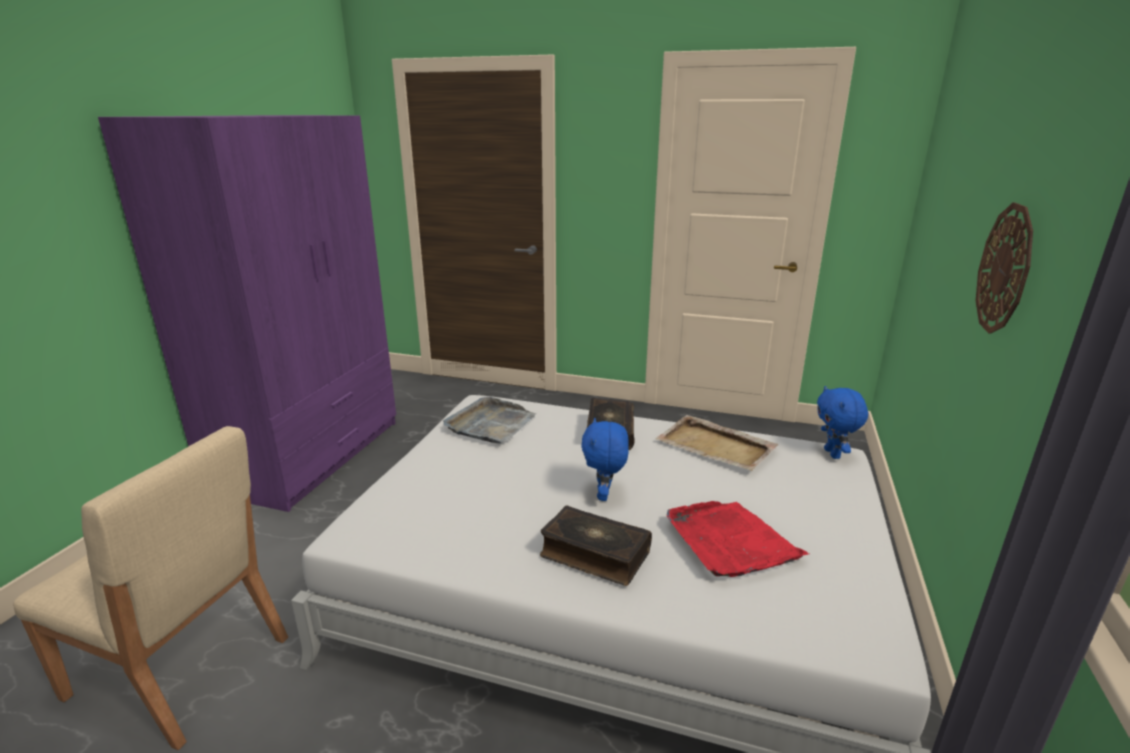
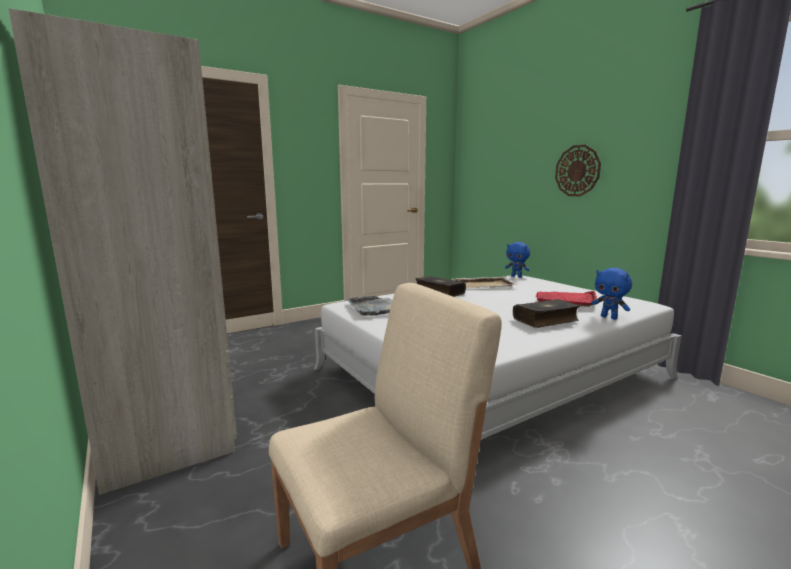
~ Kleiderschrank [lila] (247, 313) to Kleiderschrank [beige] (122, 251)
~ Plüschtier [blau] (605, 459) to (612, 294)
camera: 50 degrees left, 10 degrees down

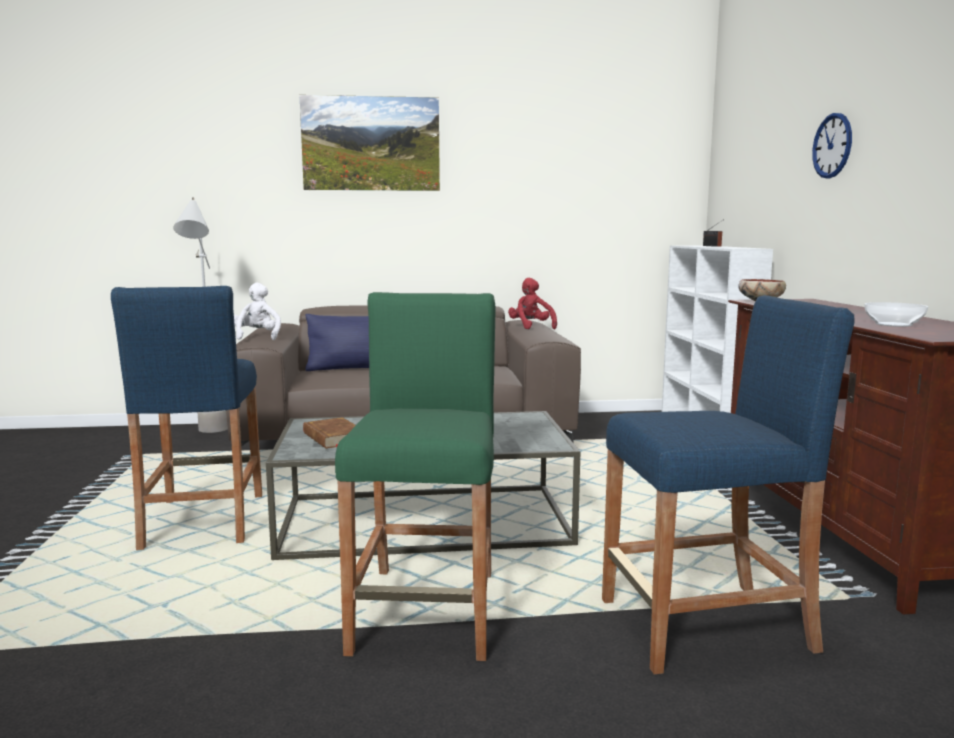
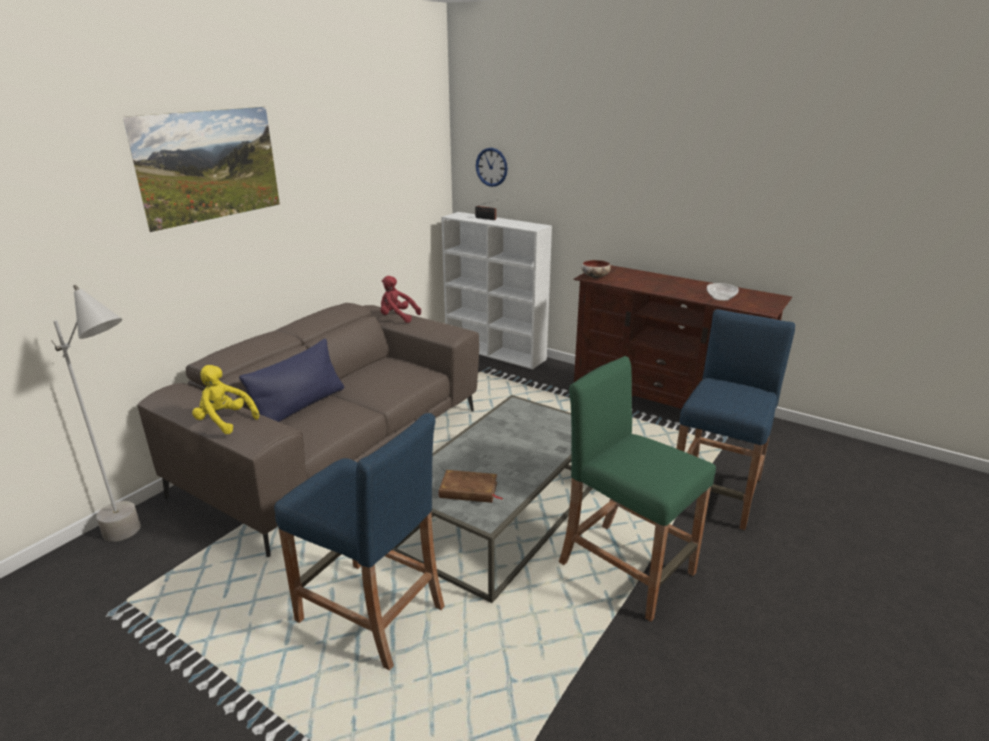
~ Plüschtier [weiß] (257, 311) to Plüschtier [gelb] (225, 399)
~ Wanduhr (832, 145) to (492, 167)
camera: 50 degrees left, 15 degrees up

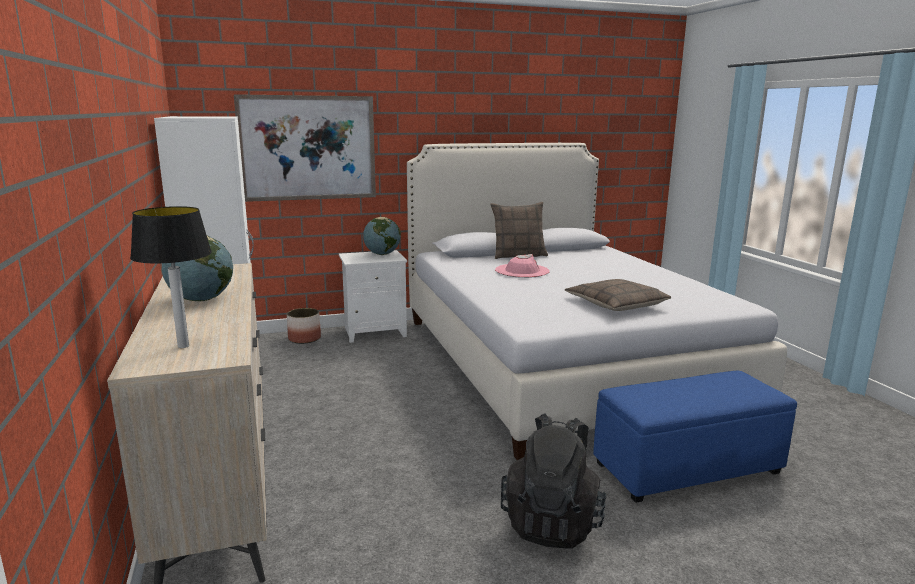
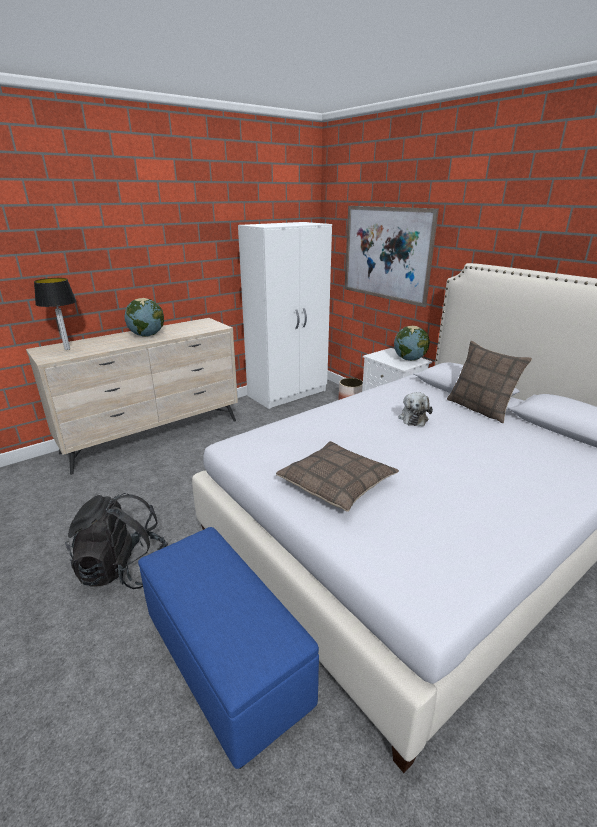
~ Hut [rosa] (522, 266) to Plüschtier (415, 409)
camera: 70 degrees right, 10 degrees up

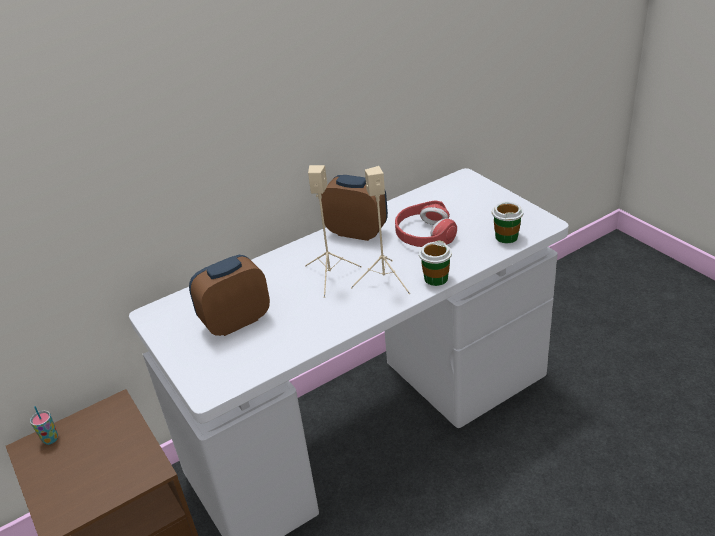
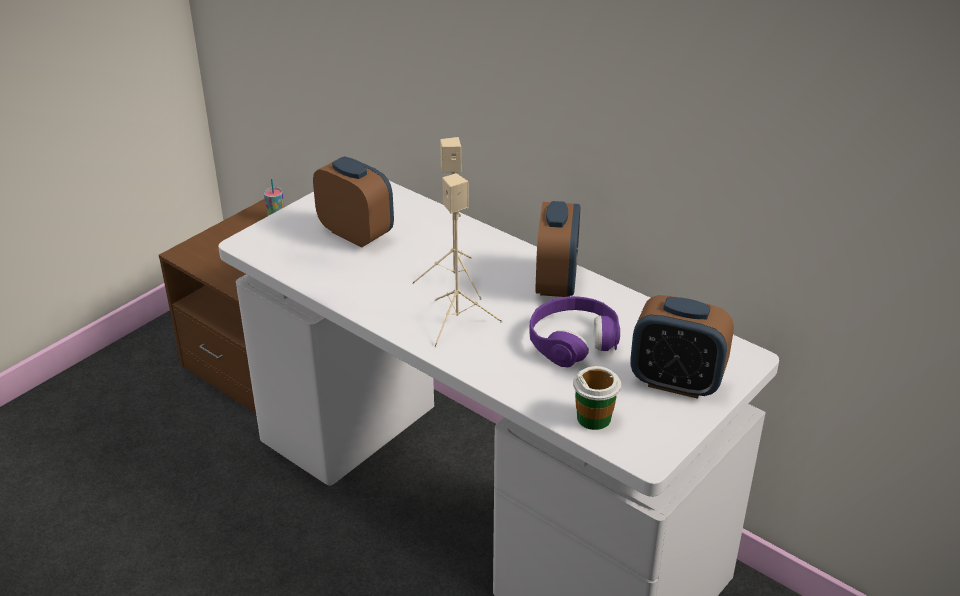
~ Kopfhörer [rot] (426, 223) to Kopfhörer [lila] (574, 331)
+ Wecker (682, 347)
- Tasse (435, 263)
camera: 70 degrees right, 0 degrees up

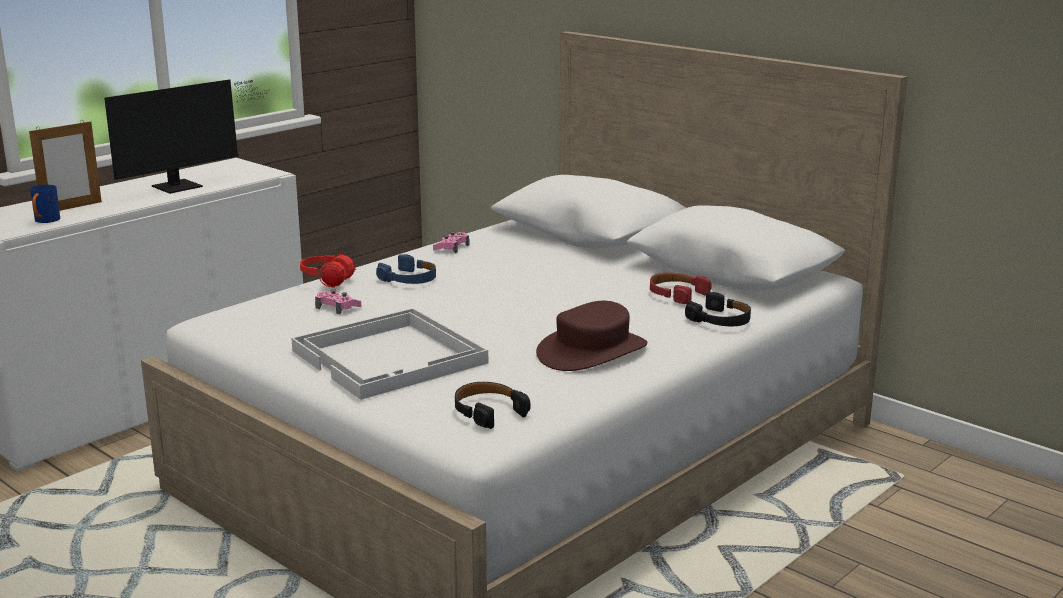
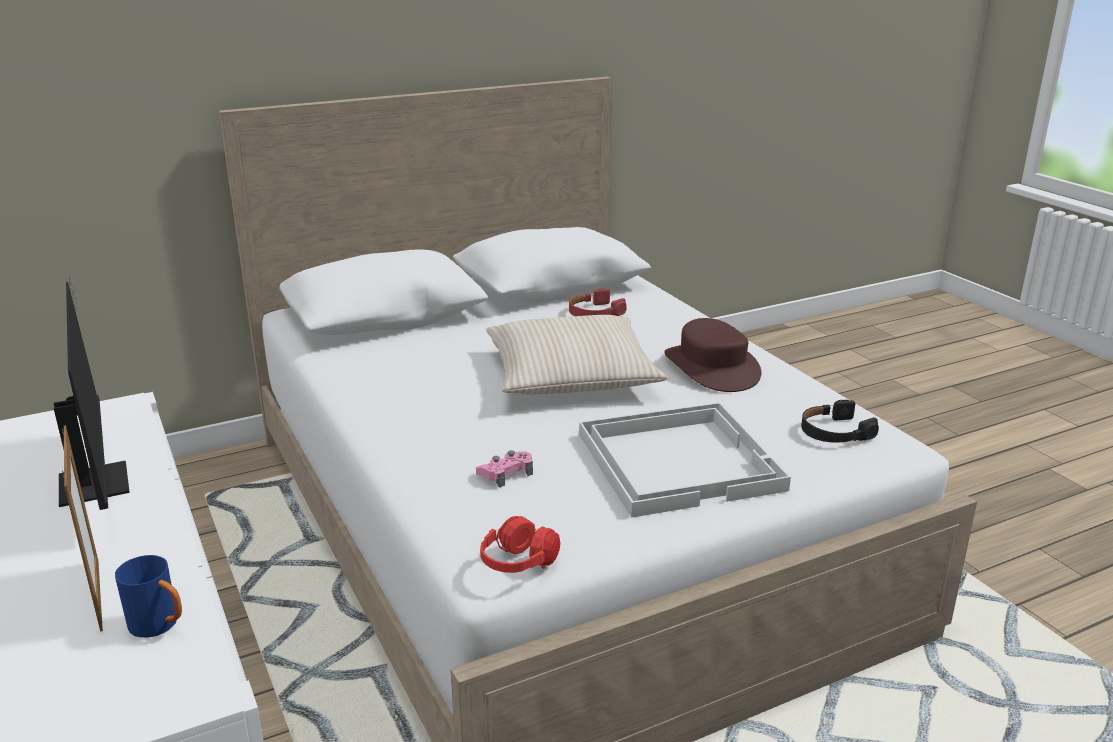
~ Kopfhörer [rot] (328, 271) to (520, 544)
+ Kissen [beige] (577, 354)
- Kopfhörer [blau] (406, 269)
- Gamepad [rosa] (451, 242)
- Kopfhörer [schwarz] (718, 309)
camera: 70 degrees left, 5 degrees up

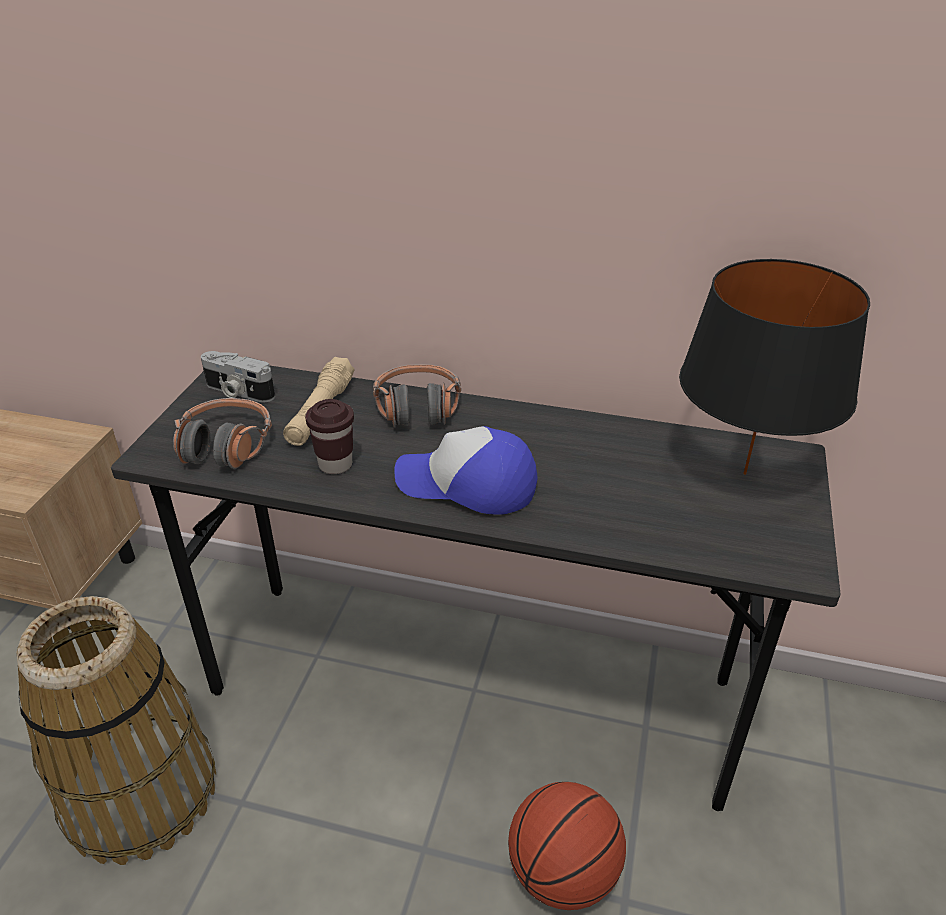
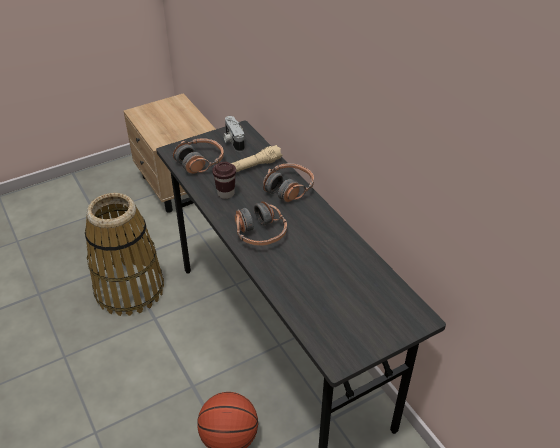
~ Kappe (465, 470) to Kopfhörer (261, 223)
- Tischlampe [schwarz] (774, 367)
camera: 45 degrees right, 5 degrees up

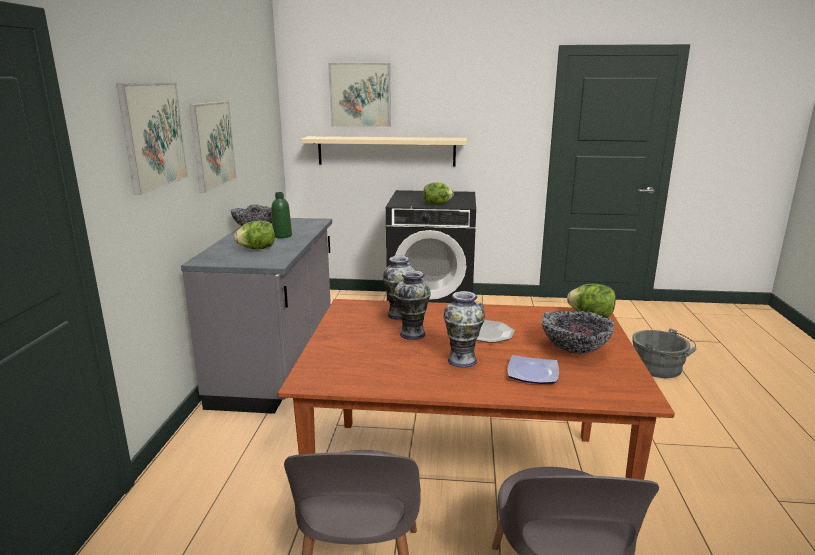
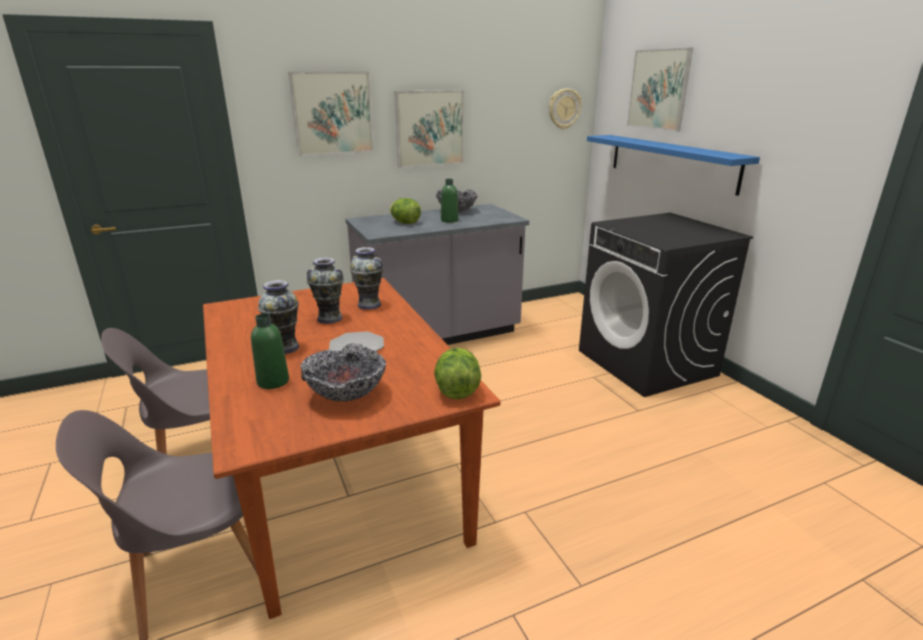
~ Teller (533, 369) to Flasche [grün] (270, 351)
+ Wanduhr (565, 108)
~ Wandregal [beige] (384, 151) to Wandregal [blau] (673, 165)
- Salatkopf (438, 194)
- Eimer [grau] (664, 353)
camera: 60 degrees right, 5 degrees up

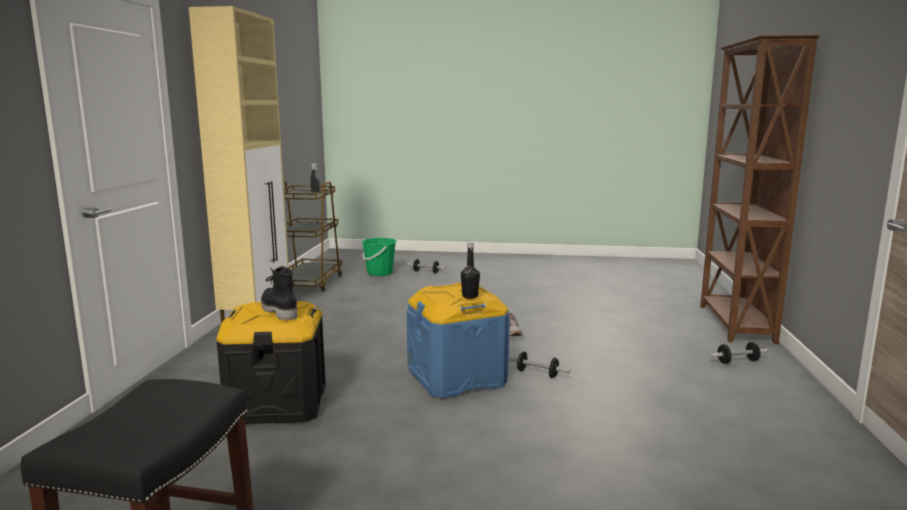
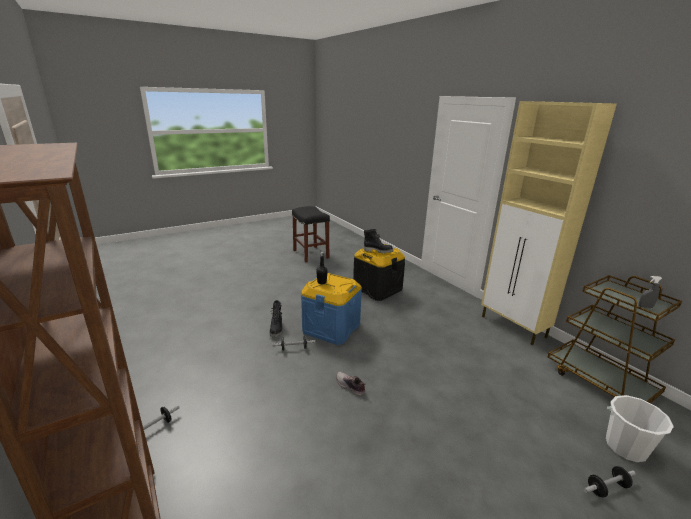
+ Stiefel [schwarz] (276, 318)
~ Eimer [grün] (379, 257) to Eimer [weiß] (640, 428)
camera: 140 degrees right, 10 degrees up

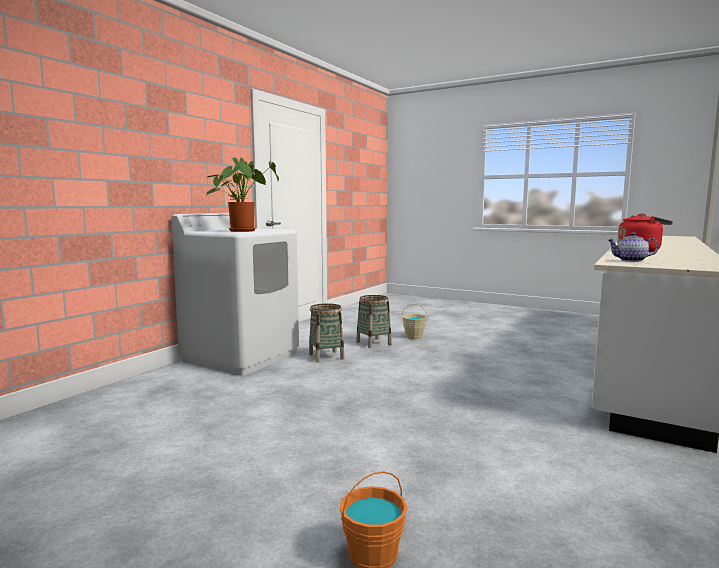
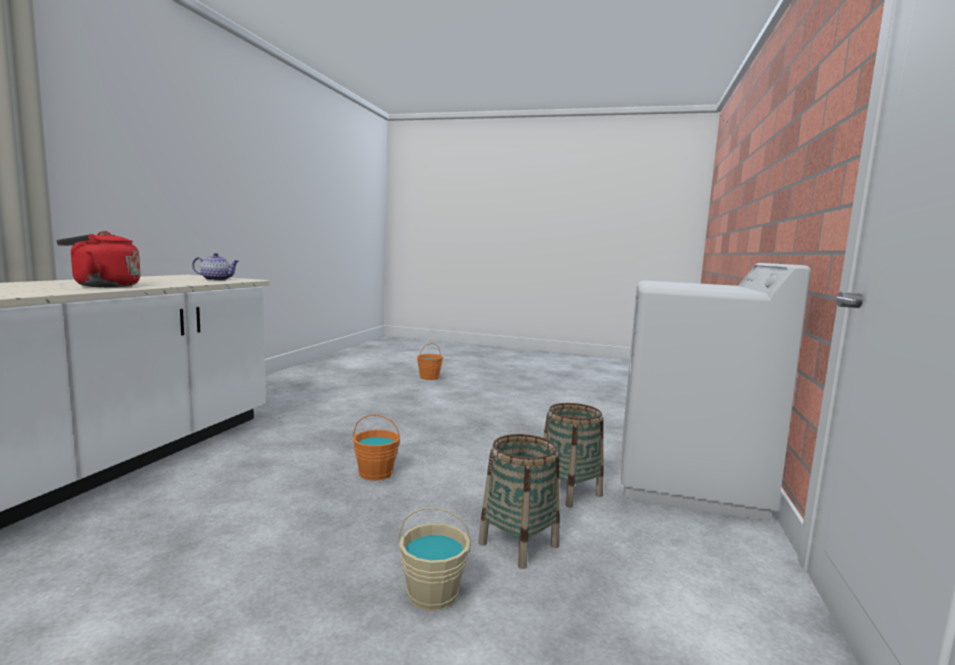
+ Eimer [orange] (376, 448)
- Topfpflanze (242, 195)
camera: 165 degrees right, 0 degrees up

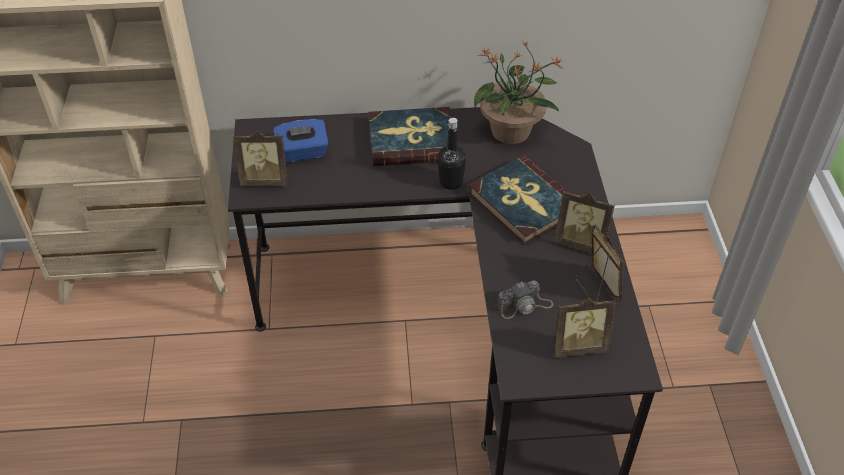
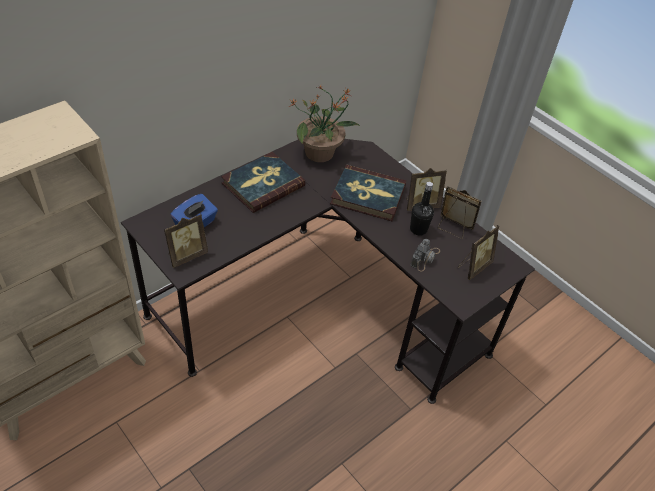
~ Flasche [schwarz] (452, 154) to (422, 209)
camera: 40 degrees left, 0 degrees up

